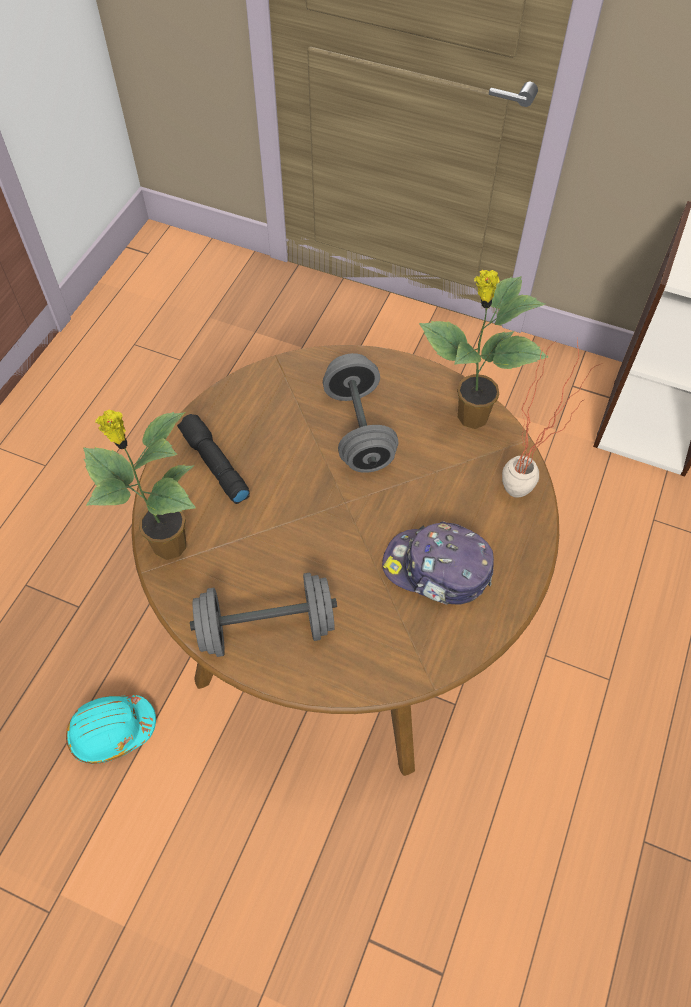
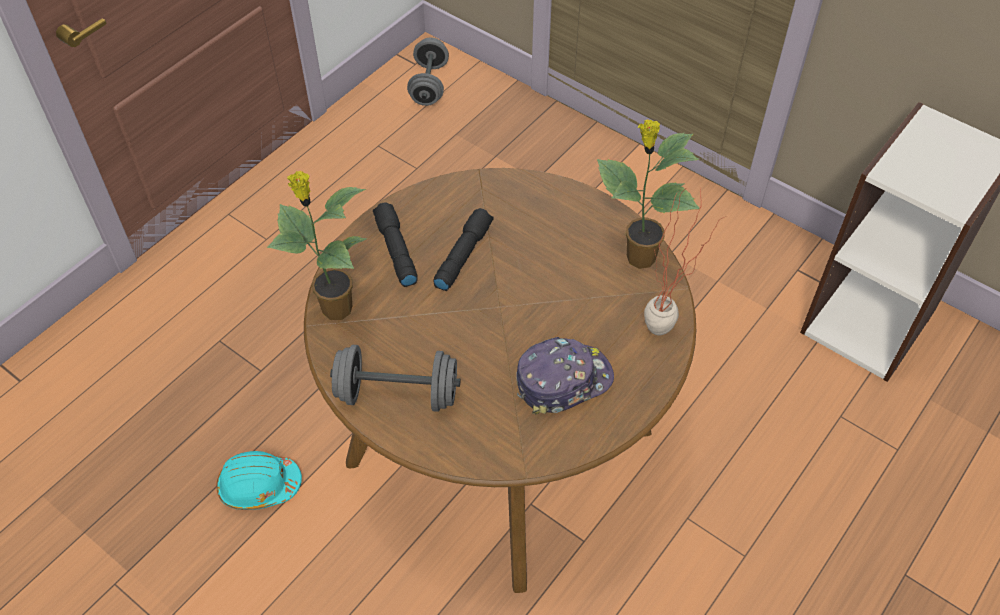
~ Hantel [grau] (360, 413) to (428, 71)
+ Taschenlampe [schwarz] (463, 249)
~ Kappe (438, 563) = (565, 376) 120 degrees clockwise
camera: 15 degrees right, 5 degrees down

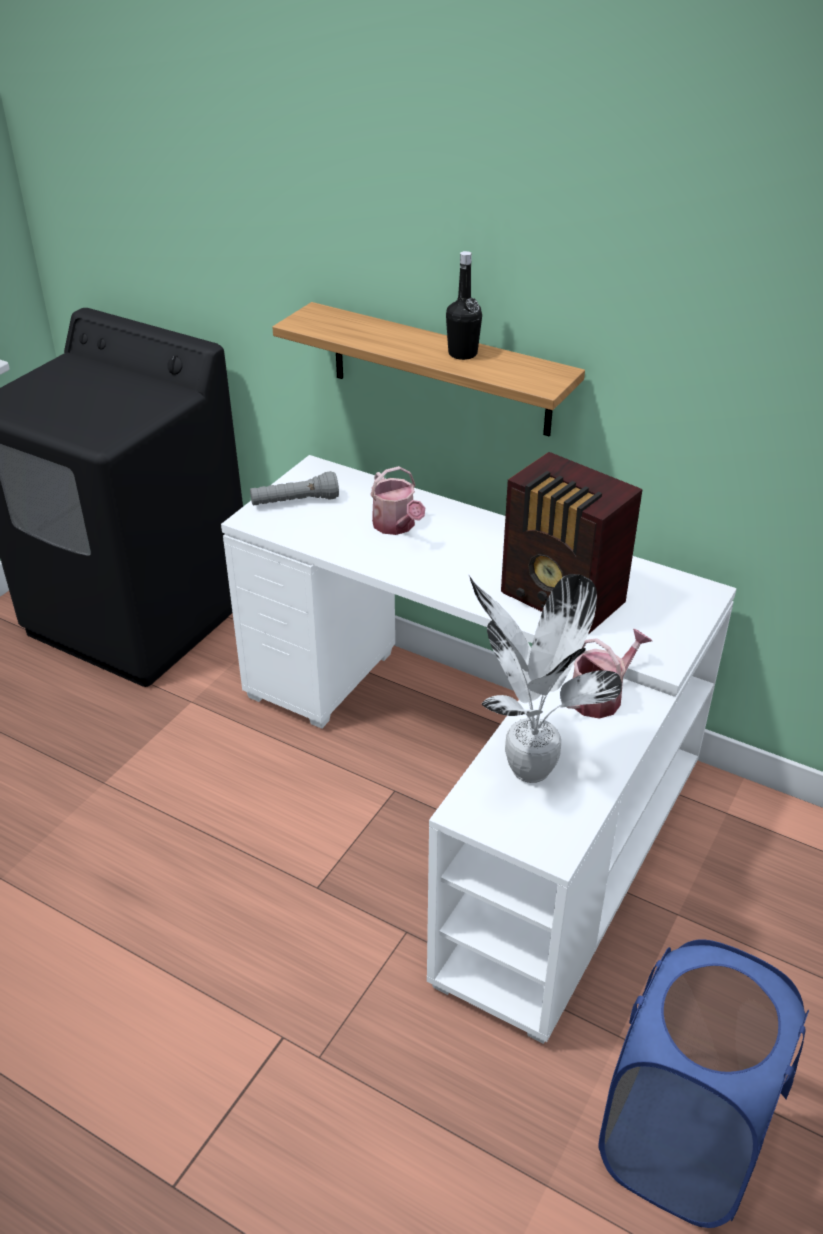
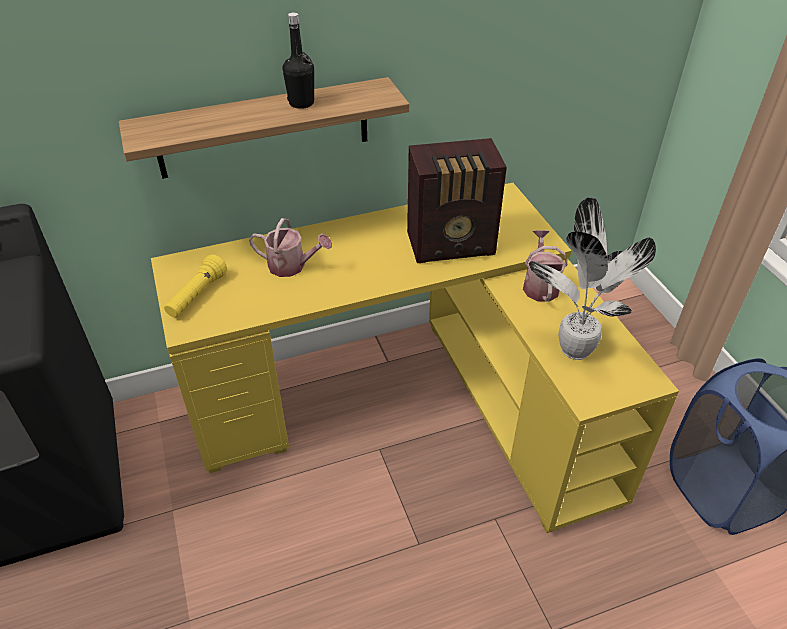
~ Schreibtisch [weiß] (479, 749) to Schreibtisch [gelb] (415, 358)
~ Taschenlampe [grau] (294, 488) to Taschenlampe [gelb] (195, 285)
camera: 50 degrees left, 5 degrees up

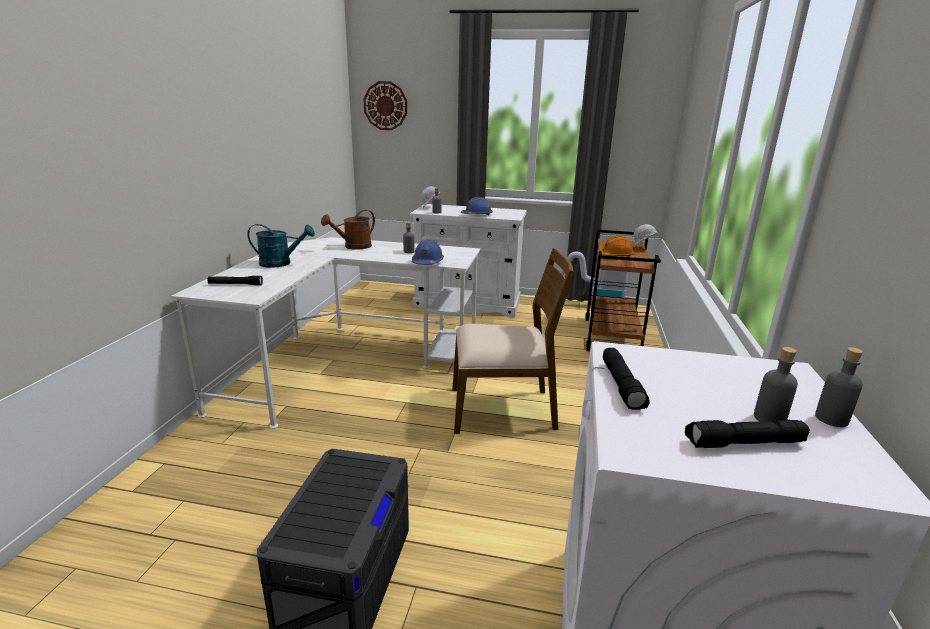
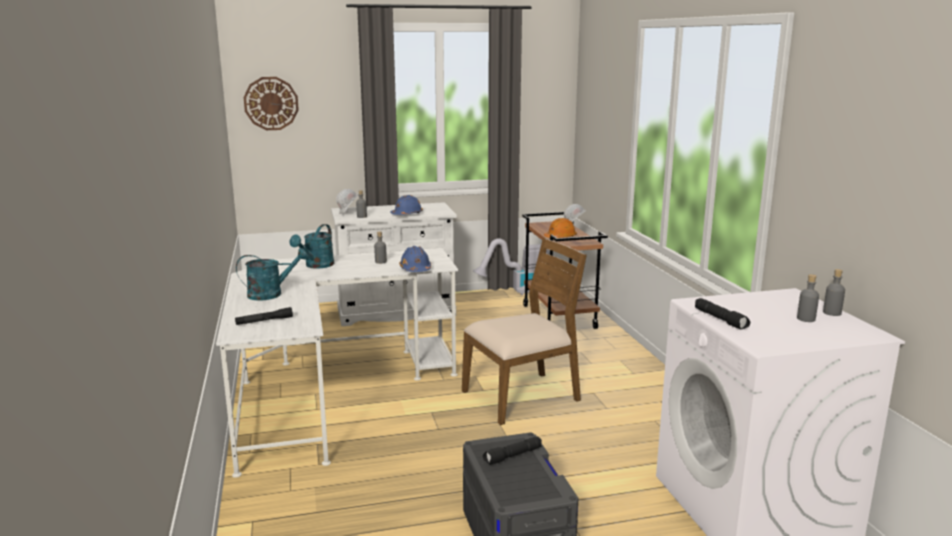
~ Gießkanne [braun] (348, 230) to Gießkanne [türkis] (312, 246)
~ Taschenlampe [schwarz] (747, 434) to (512, 450)
camera: 25 degrees left, 5 degrees down

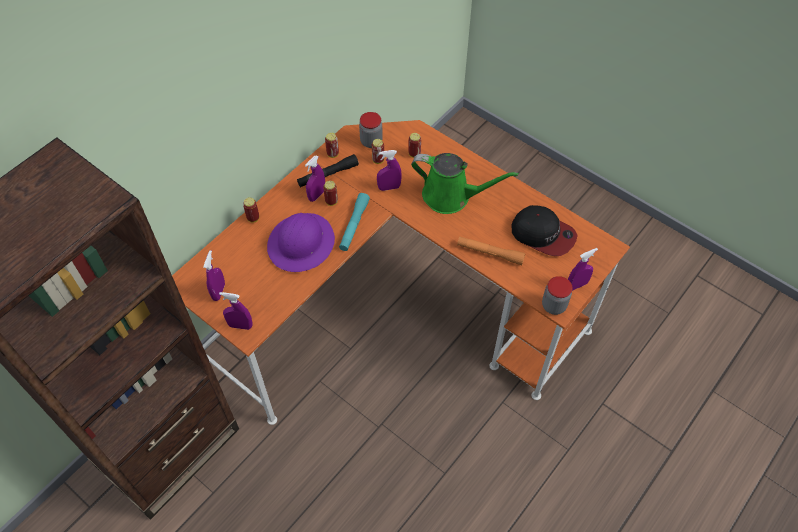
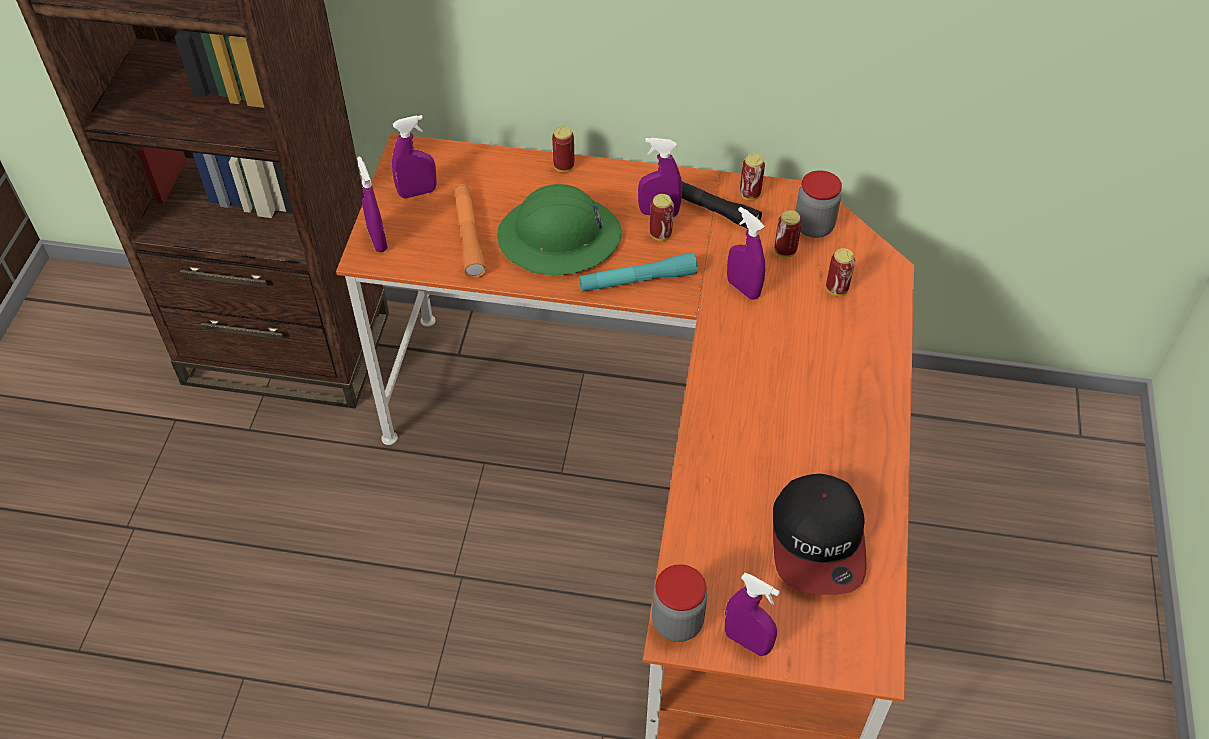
~ Taschenlampe [orange] (491, 250) to (470, 231)
~ Schutzhelm [lila] (301, 242) to Schutzhelm [grün] (559, 229)
- Gießkanne [grün] (465, 183)
camera: 60 degrees right, 5 degrees down

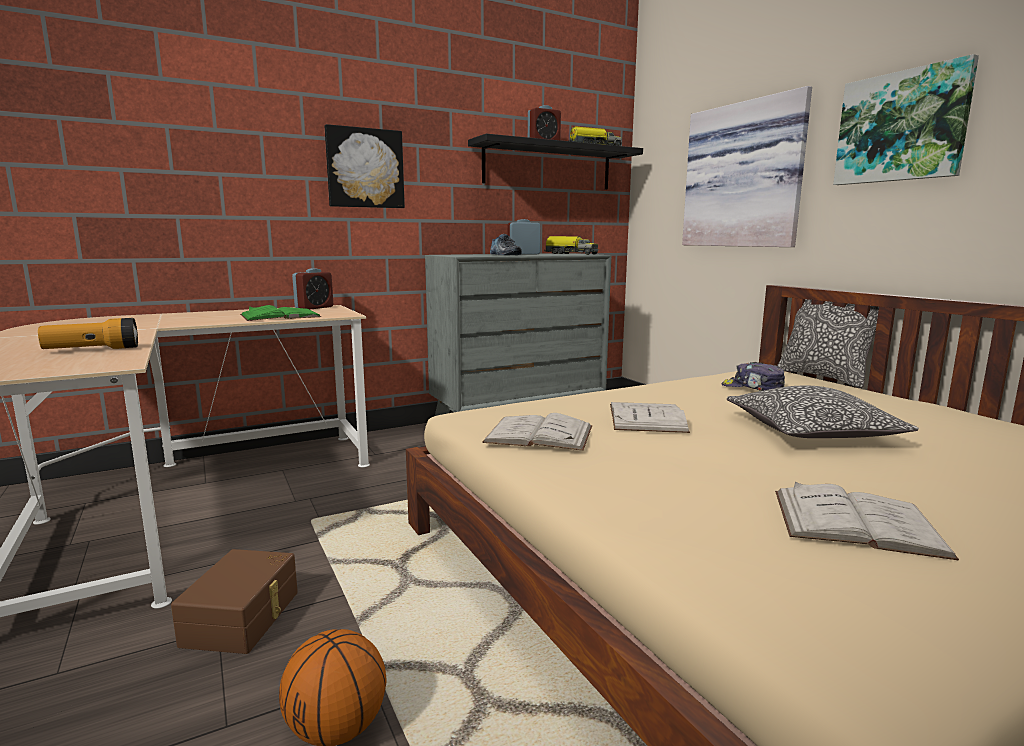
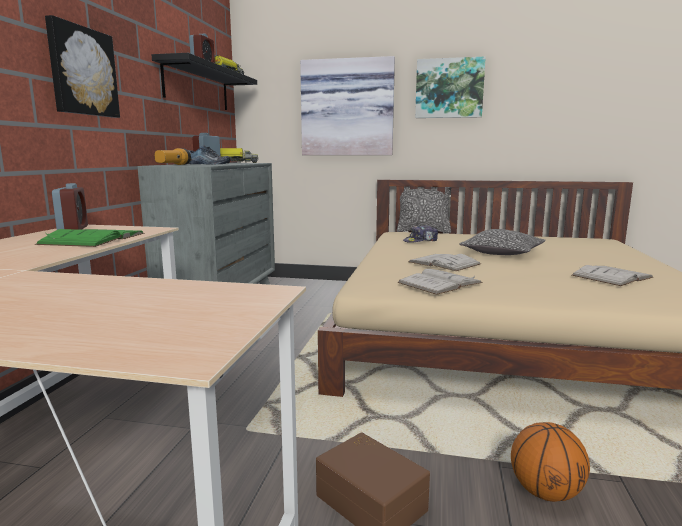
~ Taschenlampe (88, 333) to (172, 156)
camera: 50 degrees left, 0 degrees up

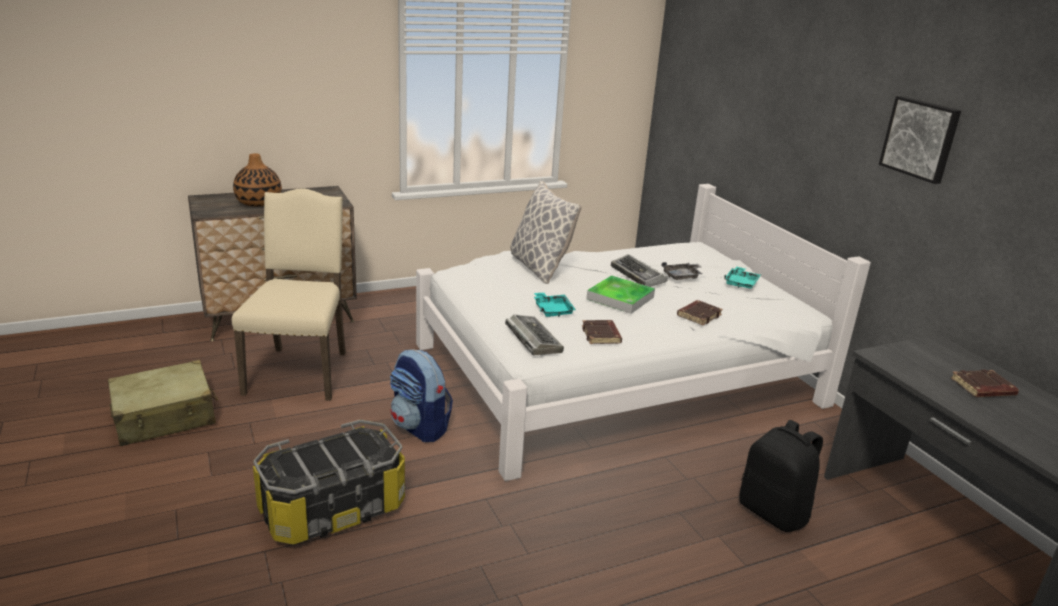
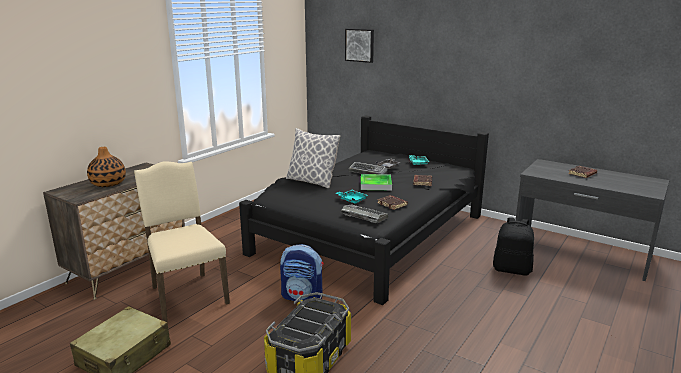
~ Bett [weiß] (643, 332) to Bett [schwarz] (364, 210)
~ Bild (920, 140) to (359, 46)
camera: 30 degrees left, 5 degrees down

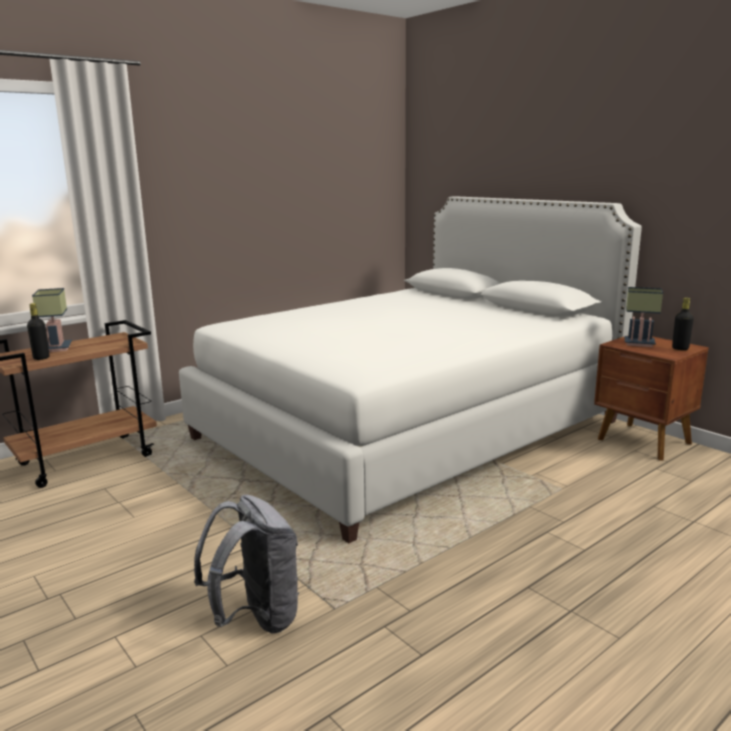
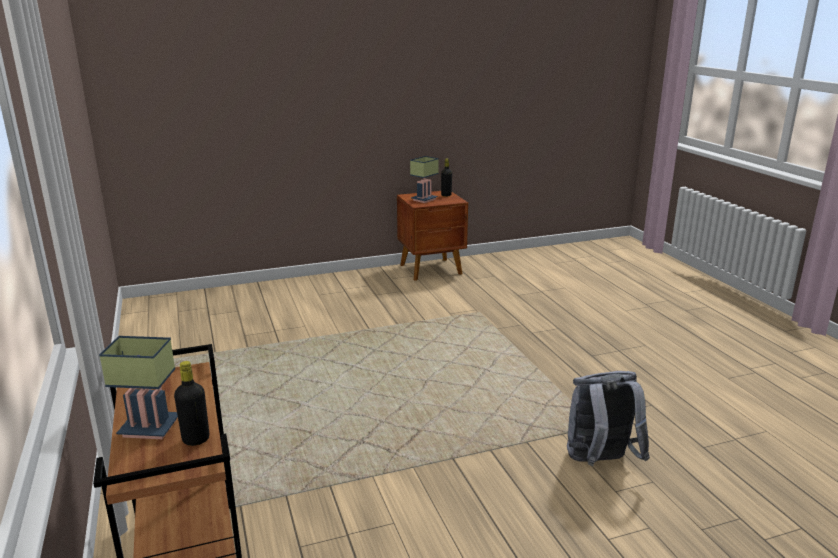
- Bett [weiß] (410, 369)
camera: 70 degrees left, 5 degrees up

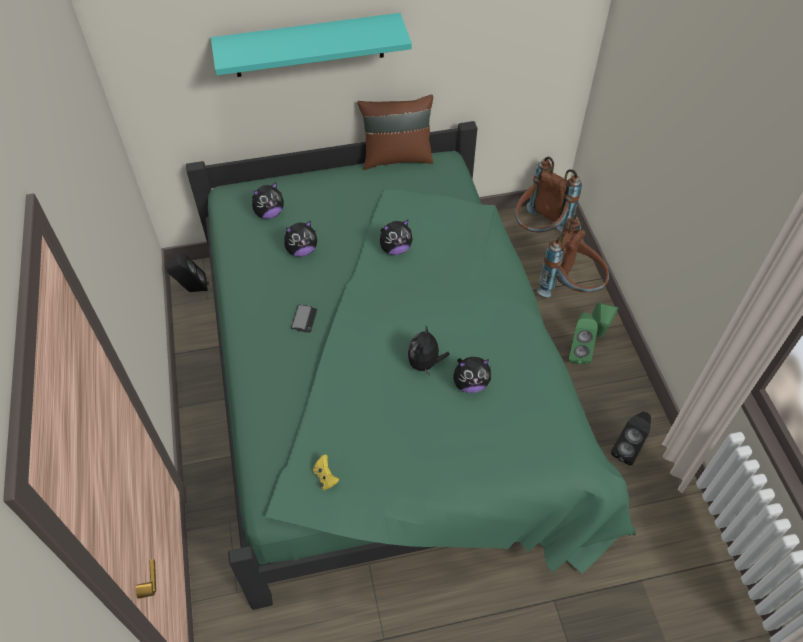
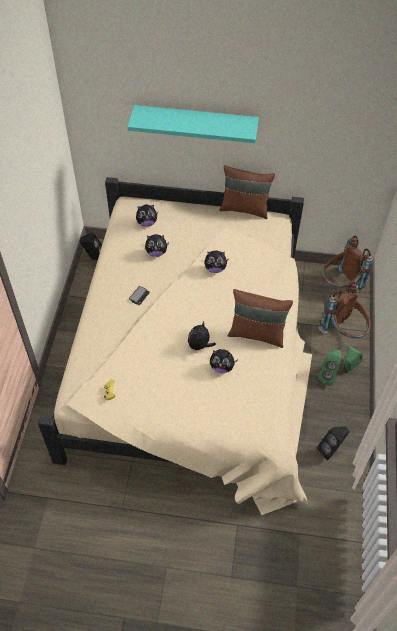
~ Bett [grün] (411, 365) to Bett [beige] (175, 346)
+ Kissen [braun] (260, 318)
camera: 20 degrees right, 0 degrees up

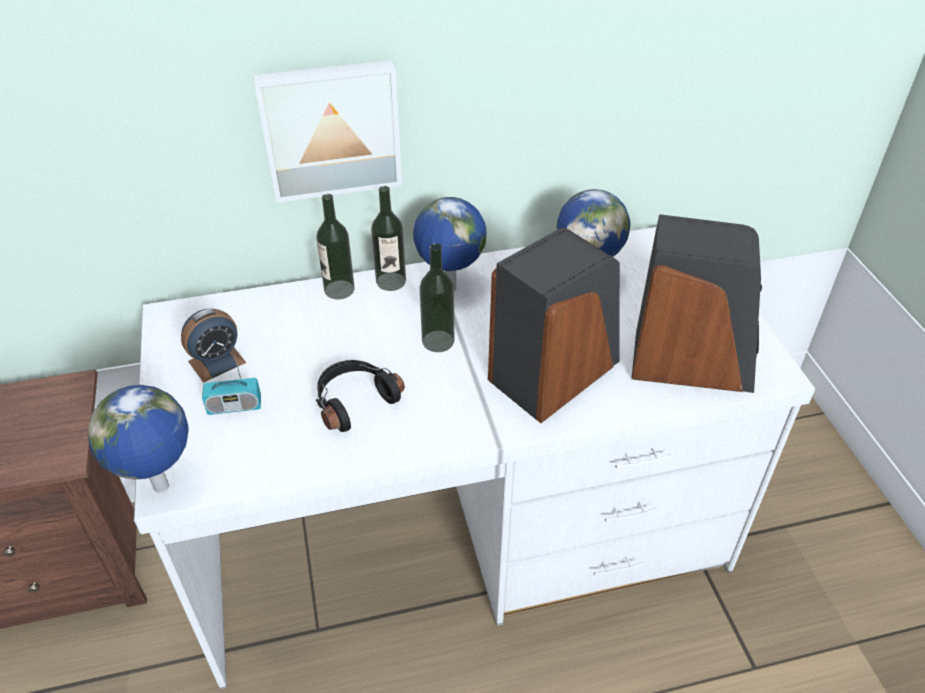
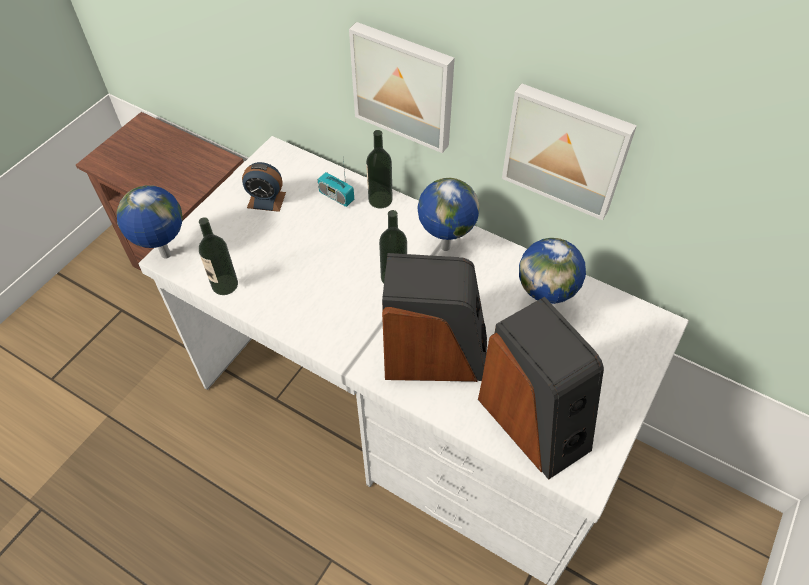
~ Flasche (388, 238) to (218, 256)
~ Radio (231, 379) to (336, 183)
+ Bild (569, 152)
- Kopfhörer [schwarz] (360, 396)
camera: 45 degrees right, 10 degrees up

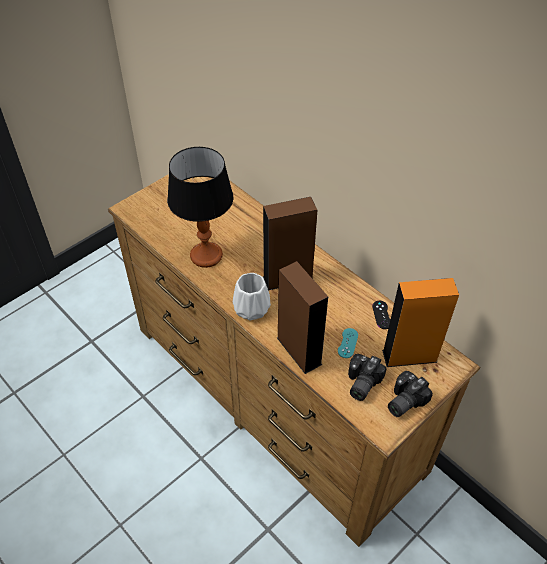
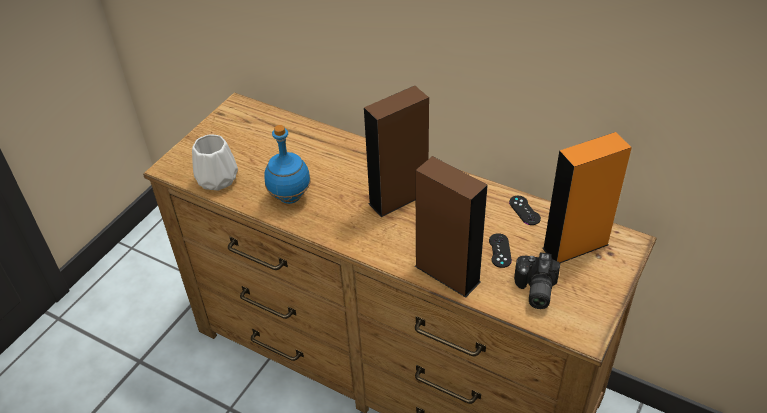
~ Vase [weiß] (252, 297) to (215, 162)
~ Tischlampe (200, 207) to Flasche [blau] (288, 164)
~ Gamepad [türkis] (348, 343) to Gamepad [schwarz] (500, 250)
- Kamera (410, 394)
camera: 15 degrees left, 5 degrees down

